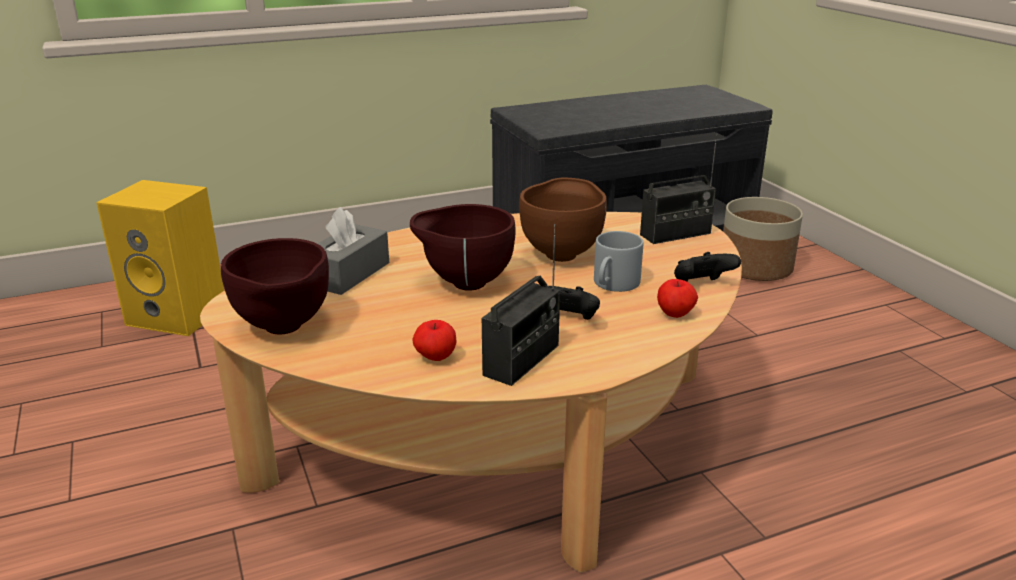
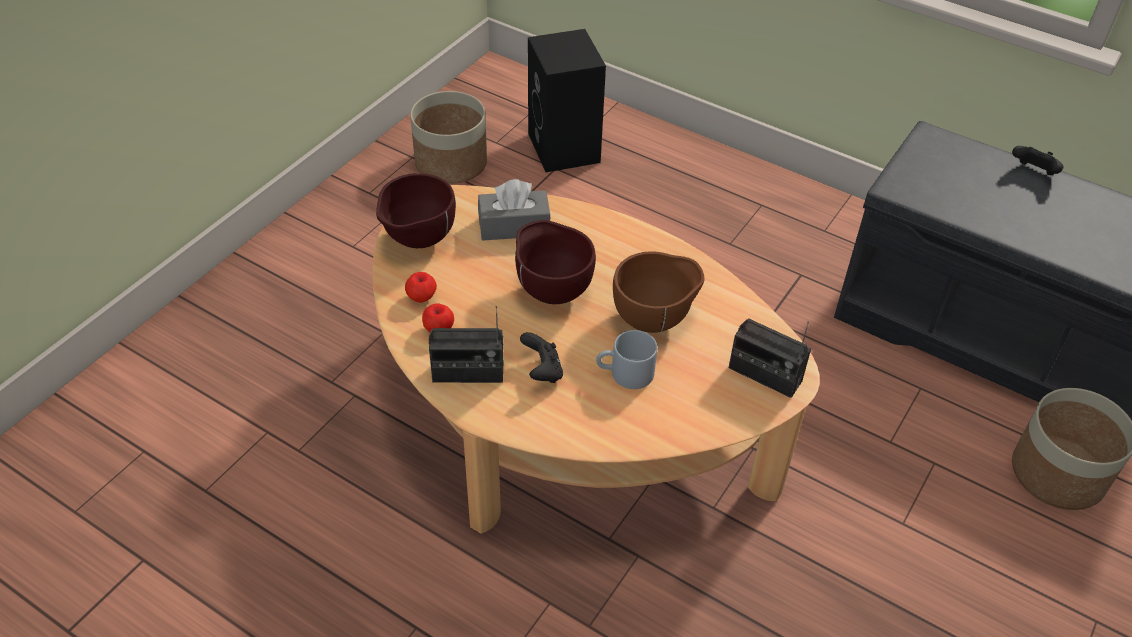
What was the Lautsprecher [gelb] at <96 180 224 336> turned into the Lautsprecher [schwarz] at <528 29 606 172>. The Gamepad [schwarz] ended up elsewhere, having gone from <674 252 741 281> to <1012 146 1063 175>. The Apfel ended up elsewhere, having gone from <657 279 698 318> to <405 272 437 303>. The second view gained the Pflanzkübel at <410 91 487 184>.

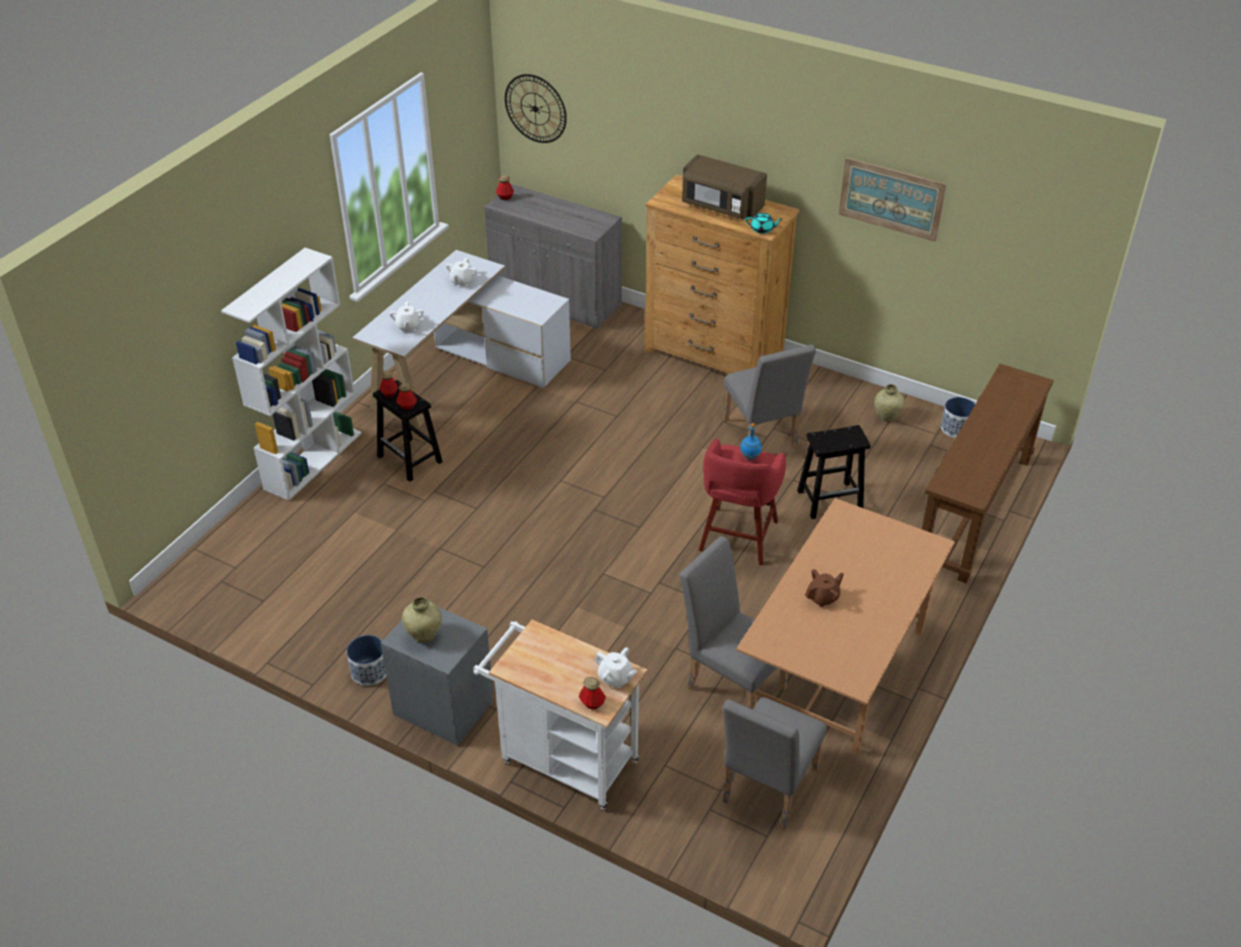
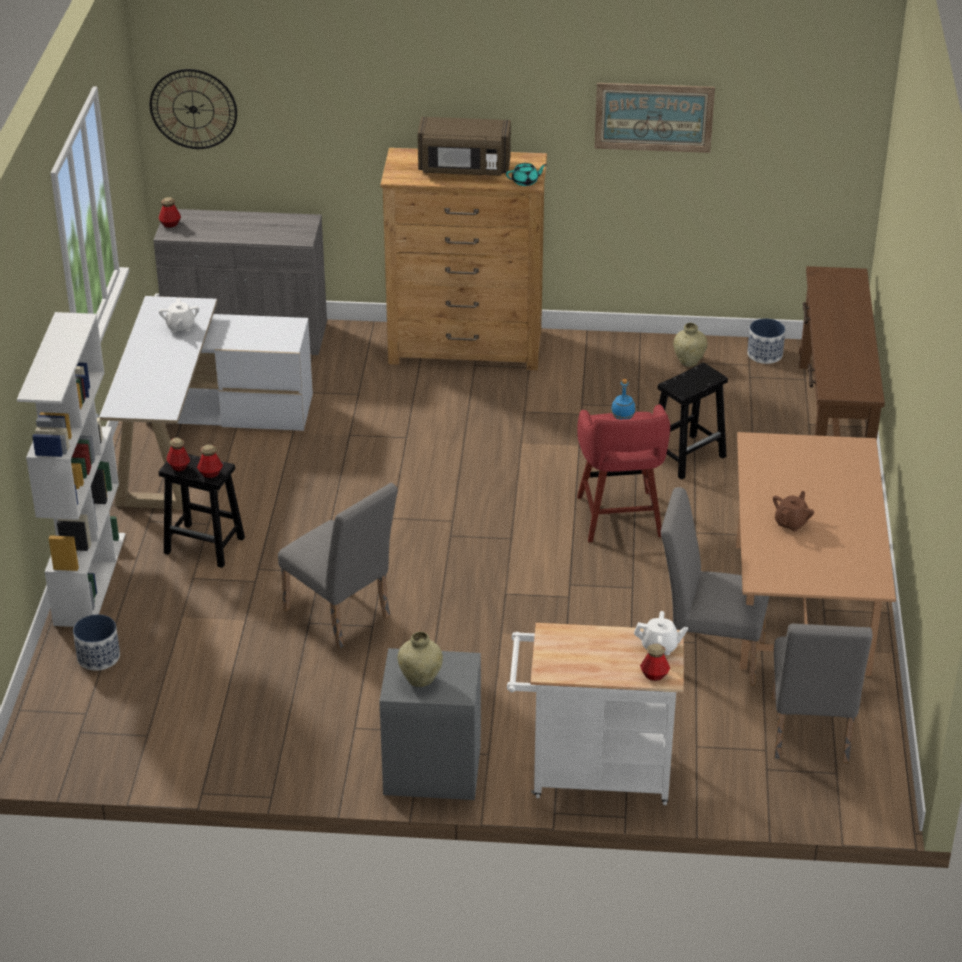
The second view lost the Teekanne [weiß] at <389 302 424 331>. The Stuhl [grau] ended up elsewhere, having gone from <724 344 816 448> to <278 483 398 648>. The Pflanzkübel ended up elsewhere, having gone from <347 635 386 686> to <73 614 120 671>.

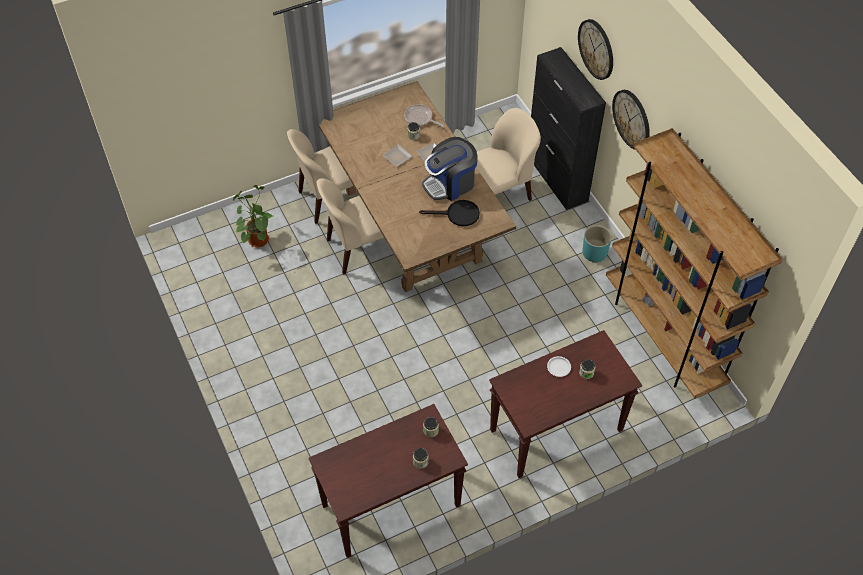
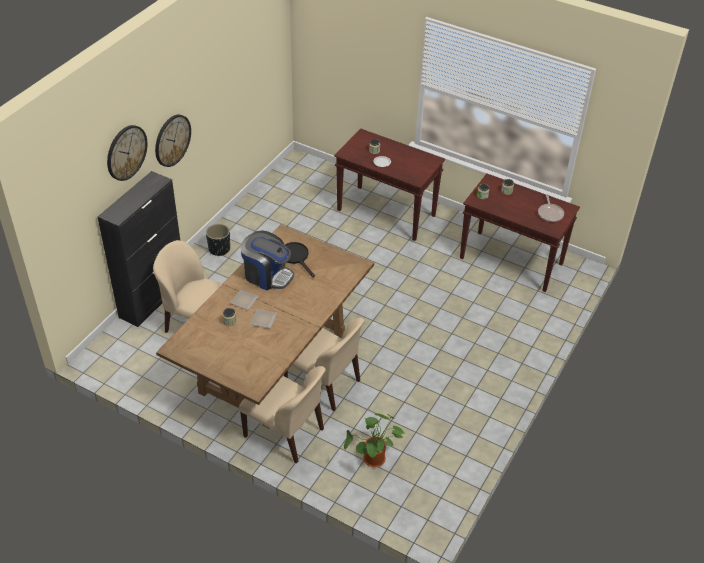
The Pfanne ended up elsewhere, having gone from <404 104 444 127> to <538 194 564 222>. The second view lost the Bücherregal [braun] at <606 128 783 399>. What was the Pflanzkübel [türkis] at <582 225 612 263> turned into the Pflanzkübel [schwarz] at <206 224 230 256>.

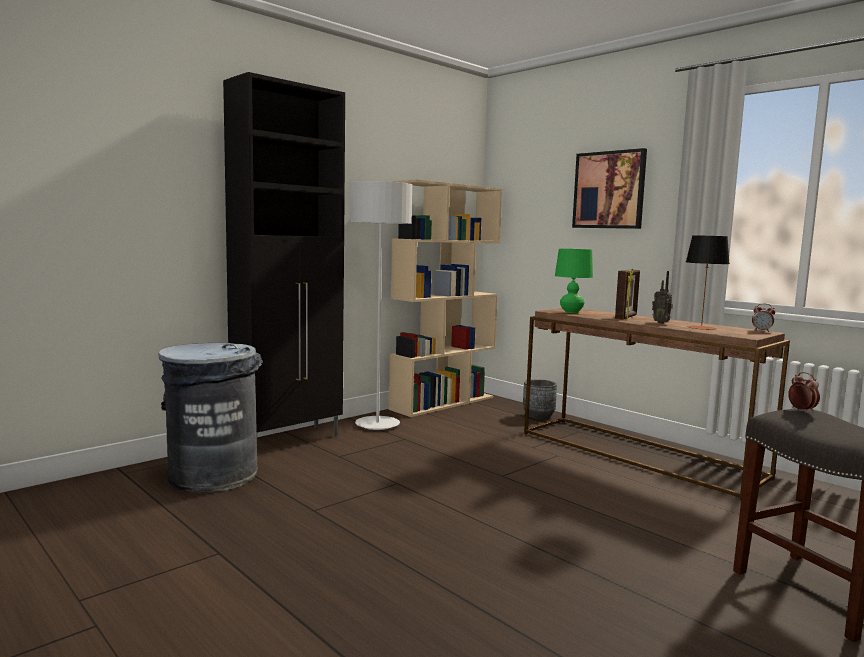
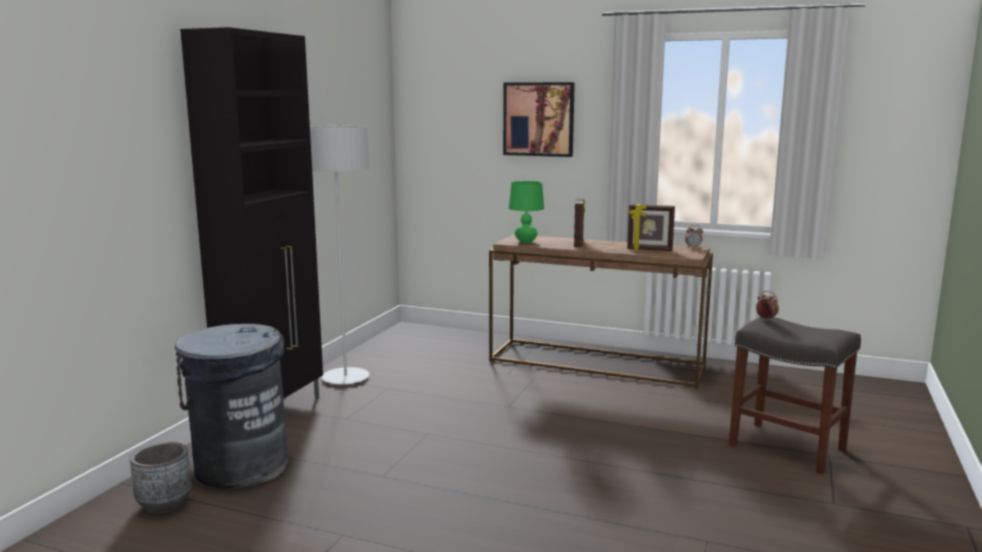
The second view lost the Bücherregal [beige] at <388 179 502 417>. Where the Tischlampe stood at <686 235 729 330>, the Bilderrahmen came to stand at <627 204 675 251>. The second view lost the Radio at <652 271 673 324>. The Pflanzkübel [grau] ended up elsewhere, having gone from <523 379 557 419> to <130 442 192 514>.

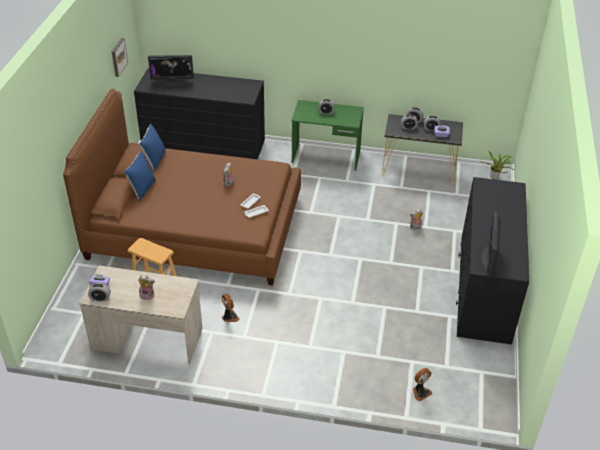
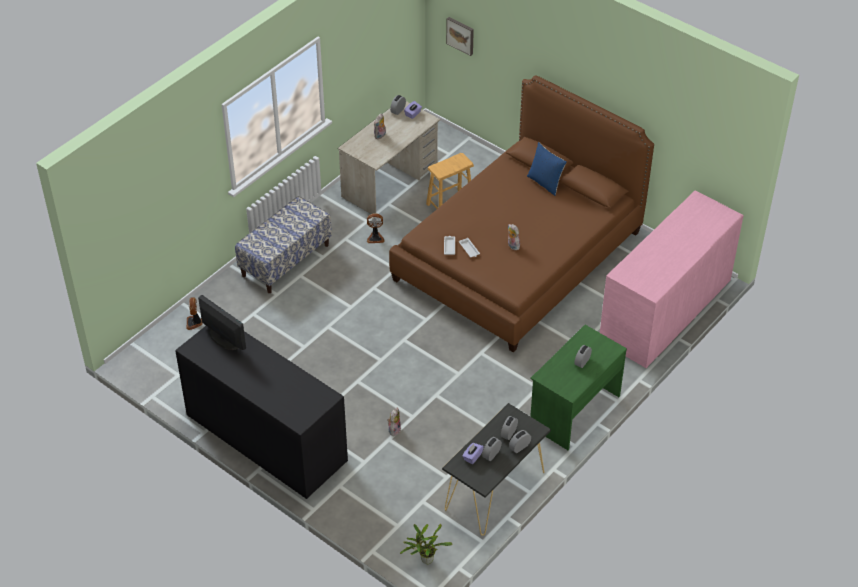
The Bild ended up elsewhere, having gone from <112 38 128 77> to <446 17 474 56>. The second view lost the Monitor at <148 55 194 86>. What was the Kommode [schwarz] at <134 68 265 159> turned into the Kommode [rosa] at <600 190 744 368>. The second view lost the Kissen [blau] at <139 123 165 171>. The second view gained the Bank at <235 196 332 293>.

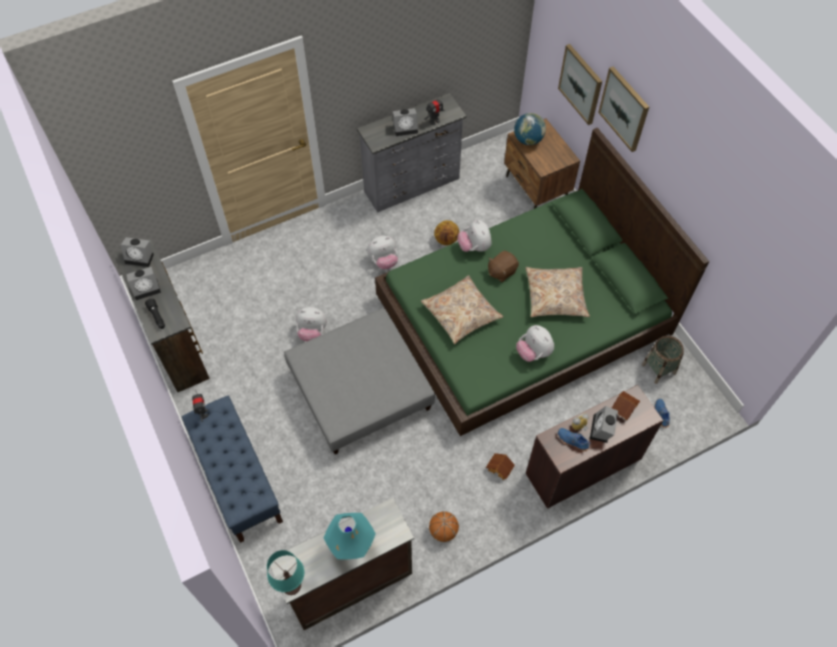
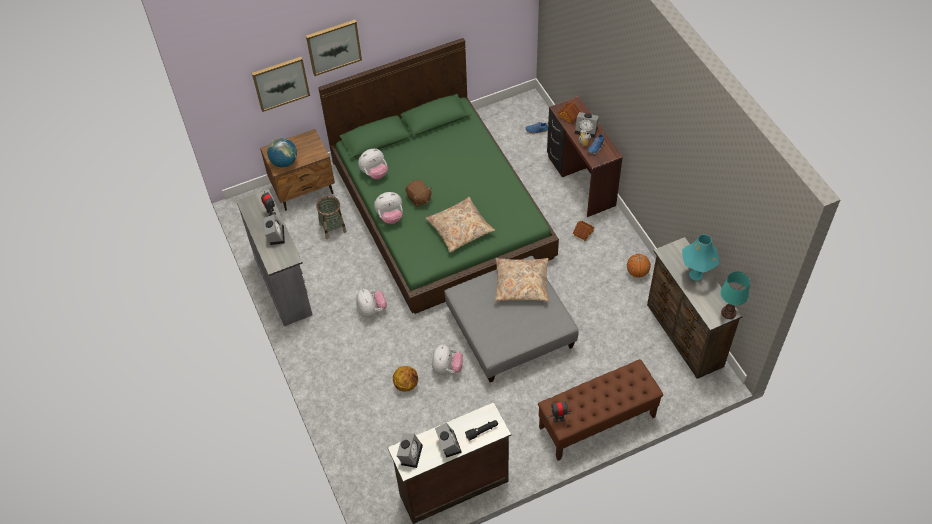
The Basketball ended up elsewhere, having gone from <434 220 459 246> to <393 366 418 391>. The Kissen [beige] ended up elsewhere, having gone from <526 267 590 317> to <494 258 549 301>. The Plüschtier ended up elsewhere, having gone from <516 325 554 362> to <358 149 388 179>. The Korb ended up elsewhere, having gone from <642 336 684 384> to <316 196 346 239>. What was the Bank [blau] at <182 396 283 543> turned into the Bank [braun] at <538 359 663 461>.

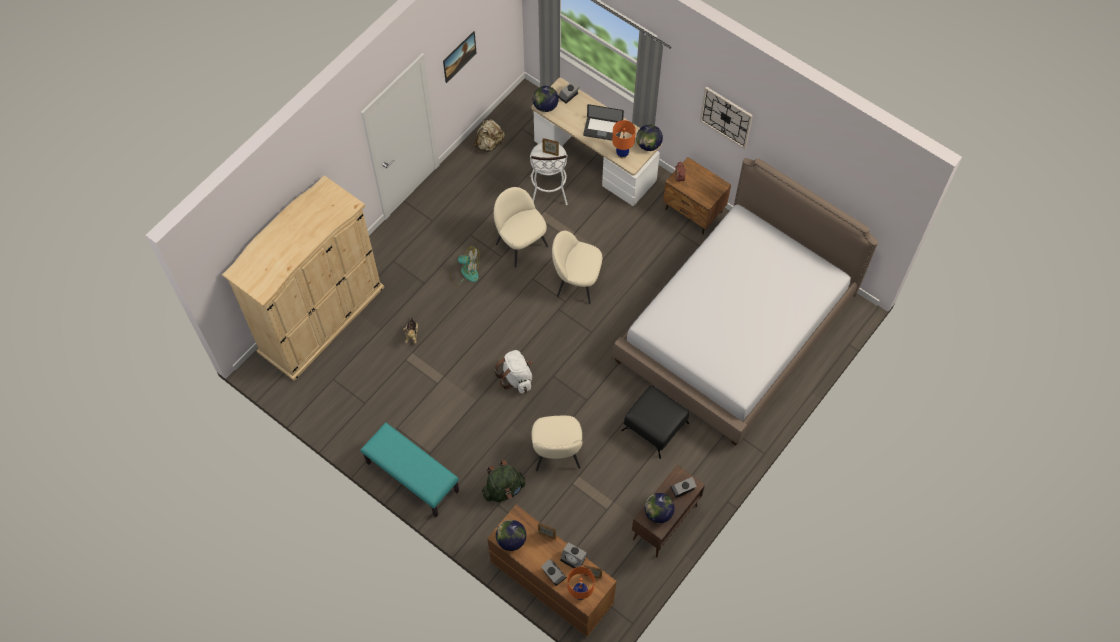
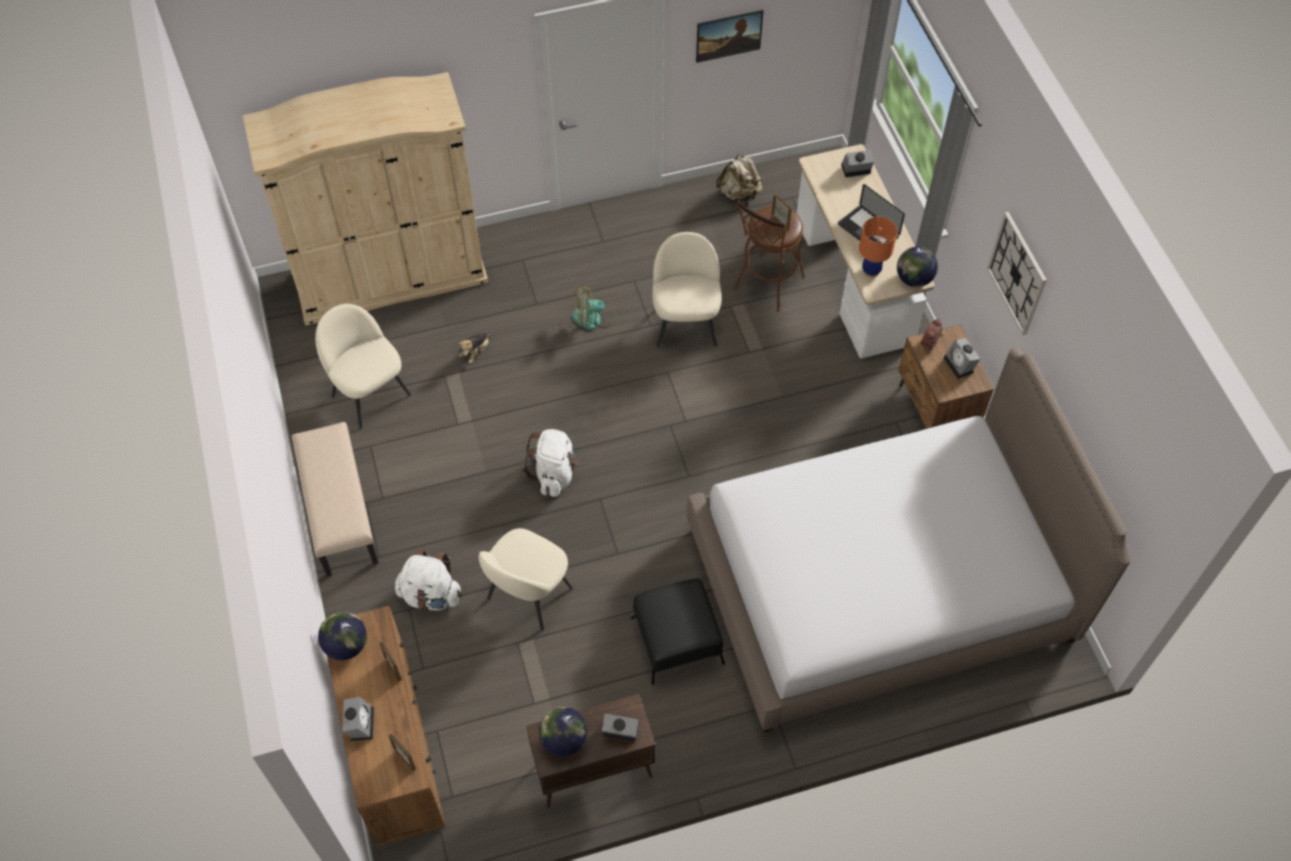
The second view lost the Globus at <533 86 559 112>. What was the Hocker [weiß] at <530 143 568 205> turned into the Hocker [braun] at <733 200 805 312>. The Stuhl [beige] ended up elsewhere, having gone from <552 231 602 304> to <315 304 411 429>. The Ventilator at <450 246 480 286> ended up facing another way, 120 degrees clockwise from before. What was the Bank [türkis] at <360 422 459 517> turned into the Bank [beige] at <292 422 378 576>. What was the Rucksack [grün] at <482 459 526 502> turned into the Rucksack [weiß] at <395 550 462 610>. The Wecker ended up elsewhere, having gone from <560 542 587 568> to <944 338 980 379>. The second view lost the Tischlampe [orange] at <567 567 595 600>.

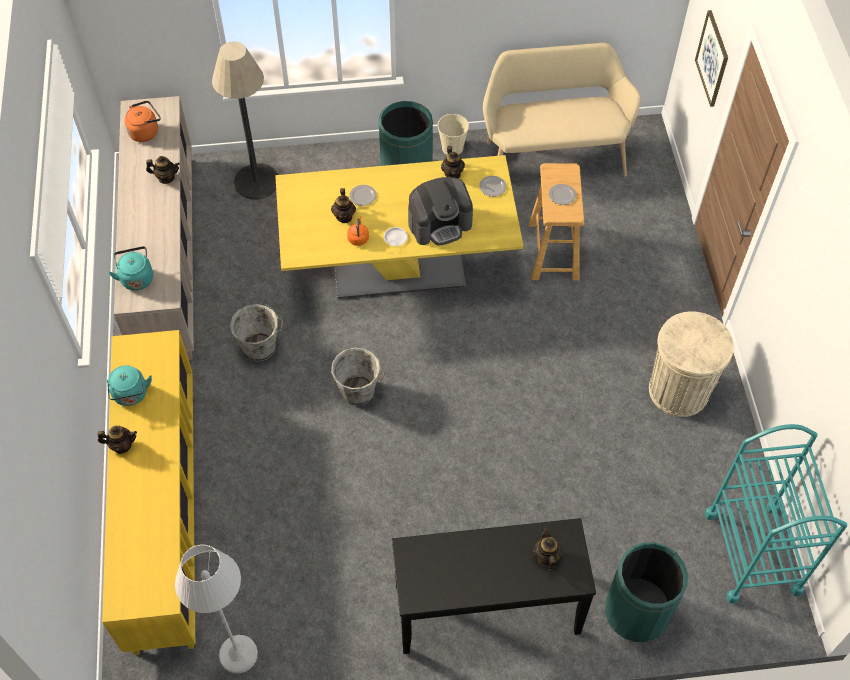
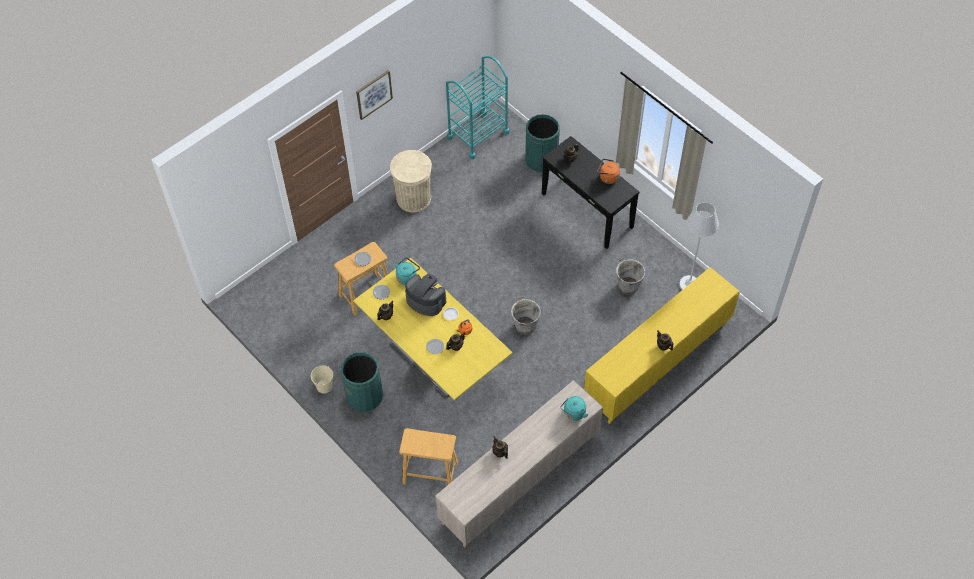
The Bild ended up elsewhere, having gone from <695 10 728 107> to <356 70 393 120>. Where the Stehlampe stood at <212 42 278 199>, the Hocker [beige] came to stand at <399 428 458 485>. The second view lost the Bank [beige] at <483 43 641 177>. The Wasserkessel [orange] ended up elsewhere, having gone from <124 101 161 142> to <597 159 620 184>. The Eimer [grau] ended up elsewhere, having gone from <230 303 284 362> to <615 258 645 295>. The Wasserkessel [türkis] ended up elsewhere, having gone from <107 365 152 406> to <395 258 420 285>.

